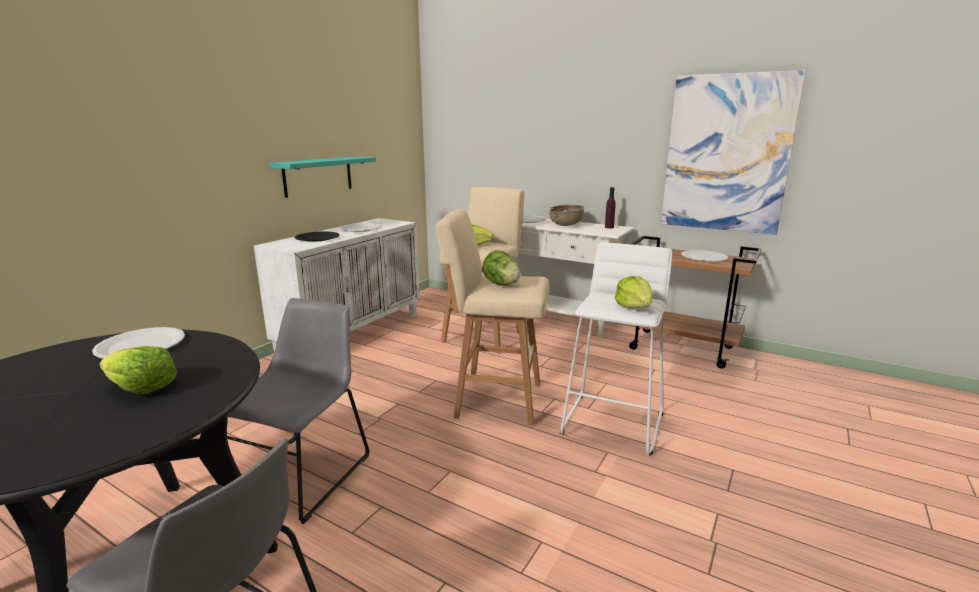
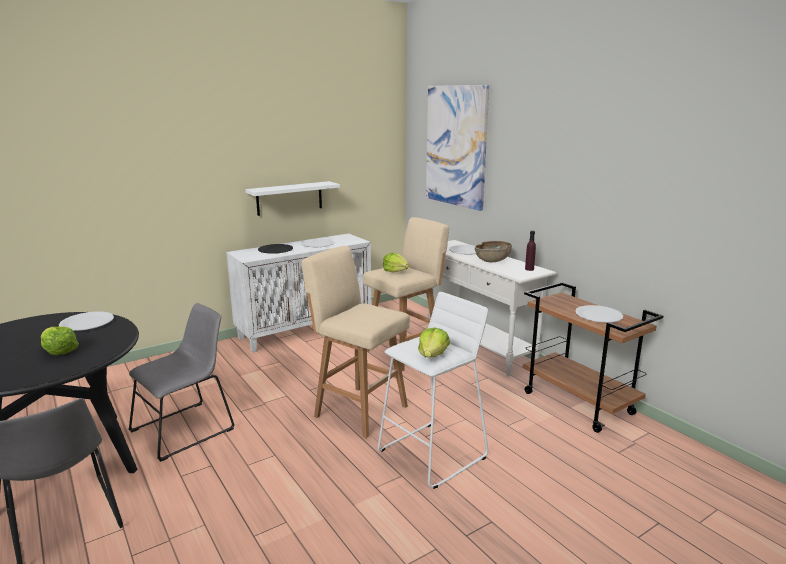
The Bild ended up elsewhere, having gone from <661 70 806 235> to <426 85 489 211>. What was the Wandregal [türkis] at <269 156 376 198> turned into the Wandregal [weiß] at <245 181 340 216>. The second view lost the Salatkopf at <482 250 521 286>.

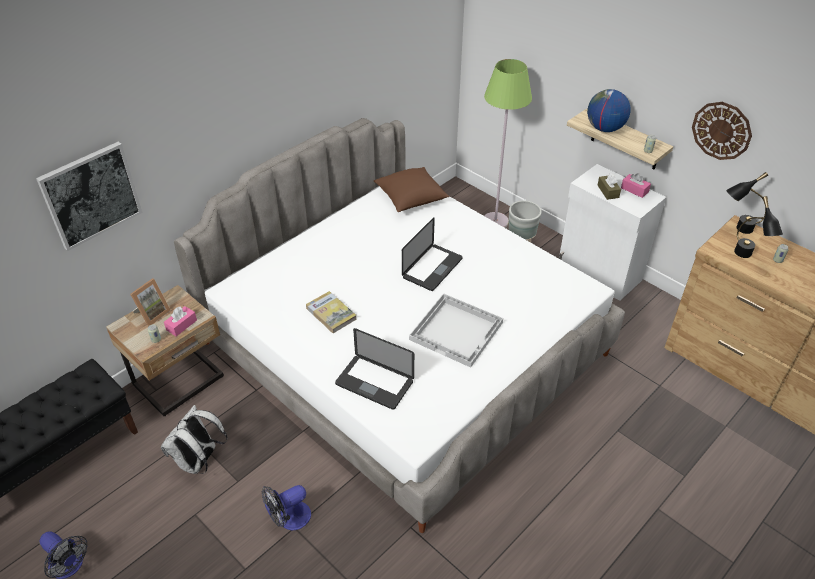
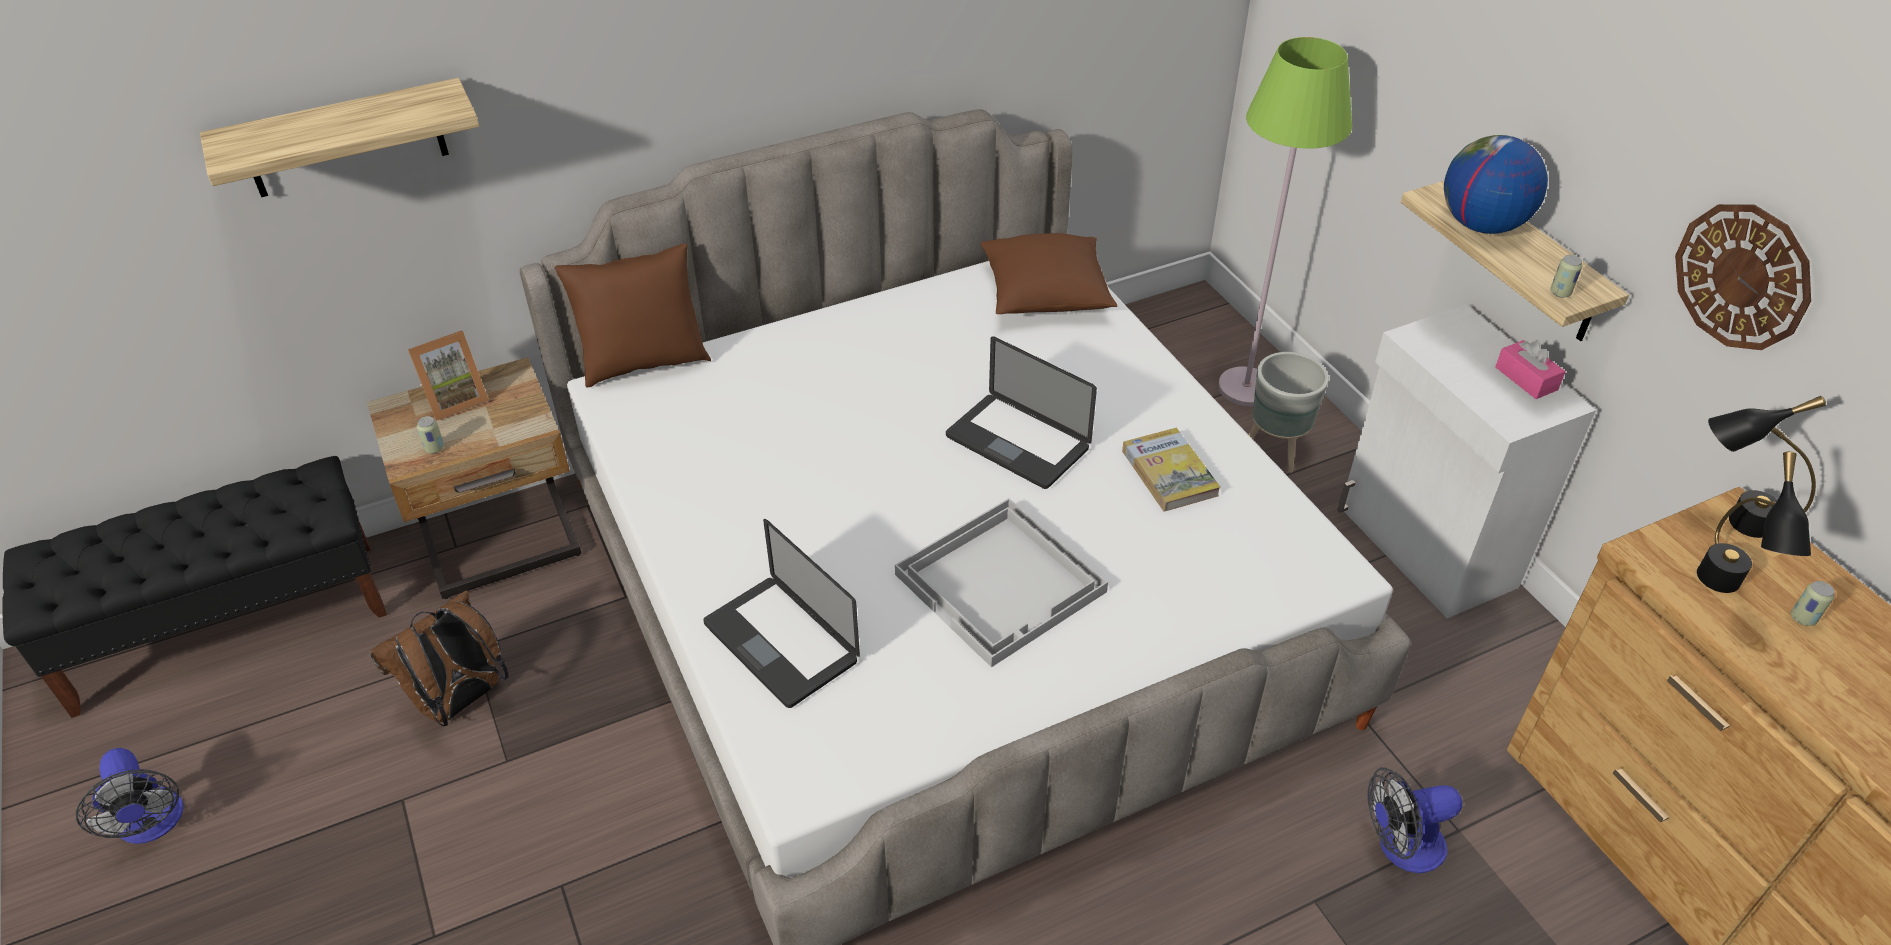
Where the Bild hung at <36 142 142 251>, the Wandregal came to hang at <200 78 479 197>. The second view lost the Taschentuchbox [braun] at <597 173 621 200>. The Laptop at <402 217 463 291> ended up facing another way, 75 degrees clockwise from before. The Buch ended up elsewhere, having gone from <306 291 357 333> to <1122 427 1220 512>. The second view lost the Taschentuchbox [rosa] at <164 306 197 336>. What was the Rucksack [weiß] at <161 405 228 474> turned into the Rucksack [braun] at <369 590 509 726>. The Ventilator ended up elsewhere, having gone from <262 485 311 530> to <1367 767 1462 873>. The second view gained the Kissen [braun] at <554 244 711 388>.

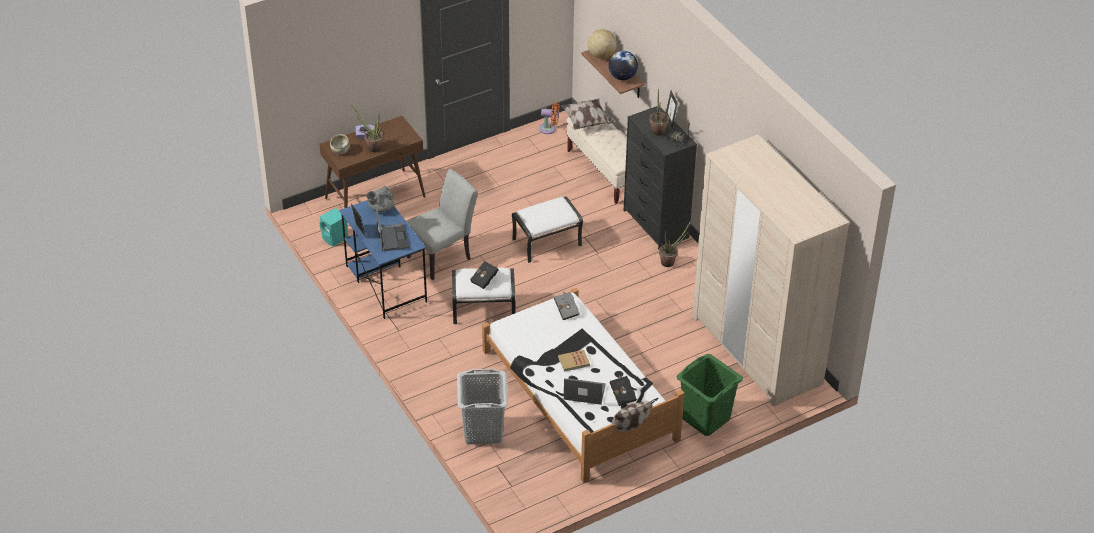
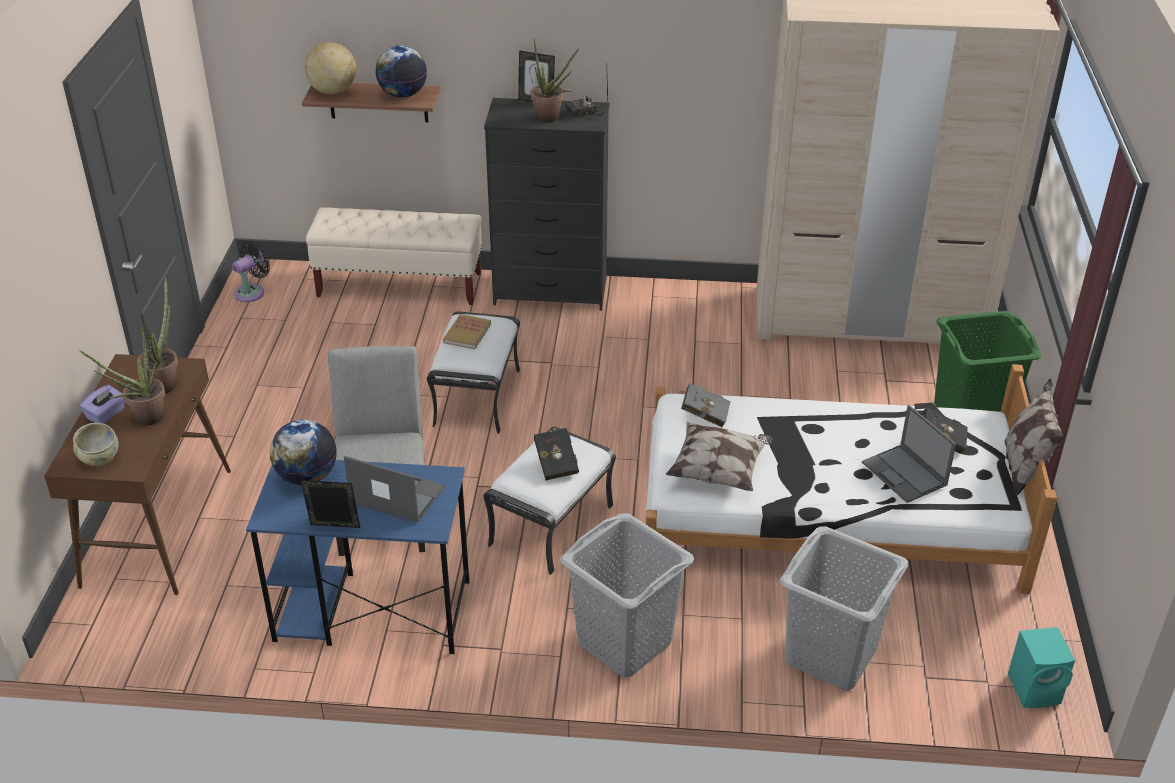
The Kissen ended up elsewhere, having gone from <561 98 614 130> to <666 422 773 491>. What was the Ventilator [orange] at <539 102 559 134> turned into the Ventilator [schwarz] at <232 241 270 302>. Where the Teekanne [grau] stood at <366 186 394 212>, the Globus came to stand at <270 420 337 485>. The Lautsprecher [türkis] ended up elsewhere, having gone from <319 208 348 247> to <1008 627 1075 708>. The Topfpflanze ended up elsewhere, having gone from <659 221 691 267> to <137 277 178 393>. The Buch ended up elsewhere, having gone from <558 350 590 372> to <443 314 491 349>. The Laptop at <564 378 606 405> ended up facing another way, 75 degrees counterclockwise from before. The second view gained the Wäschekorb [grau] at <560 513 694 678>.

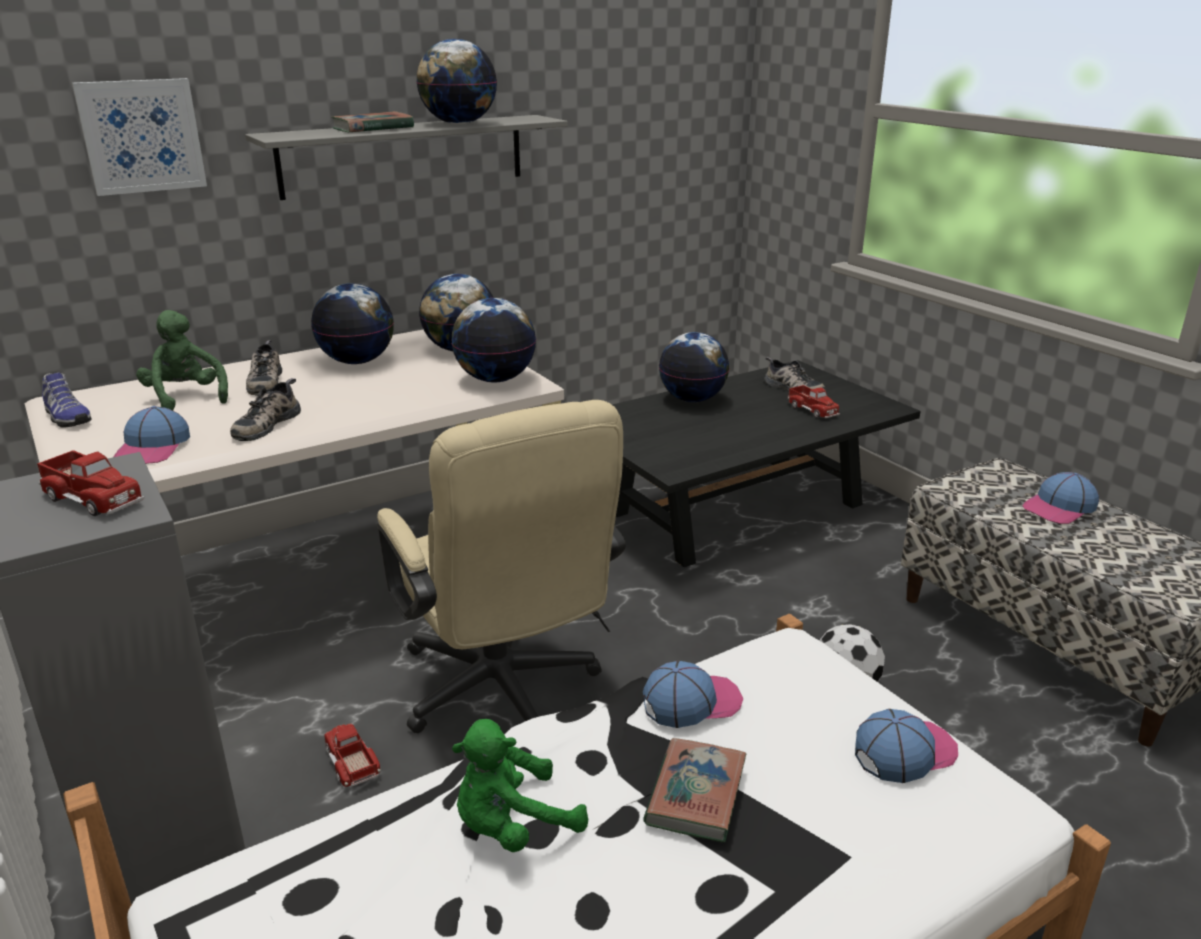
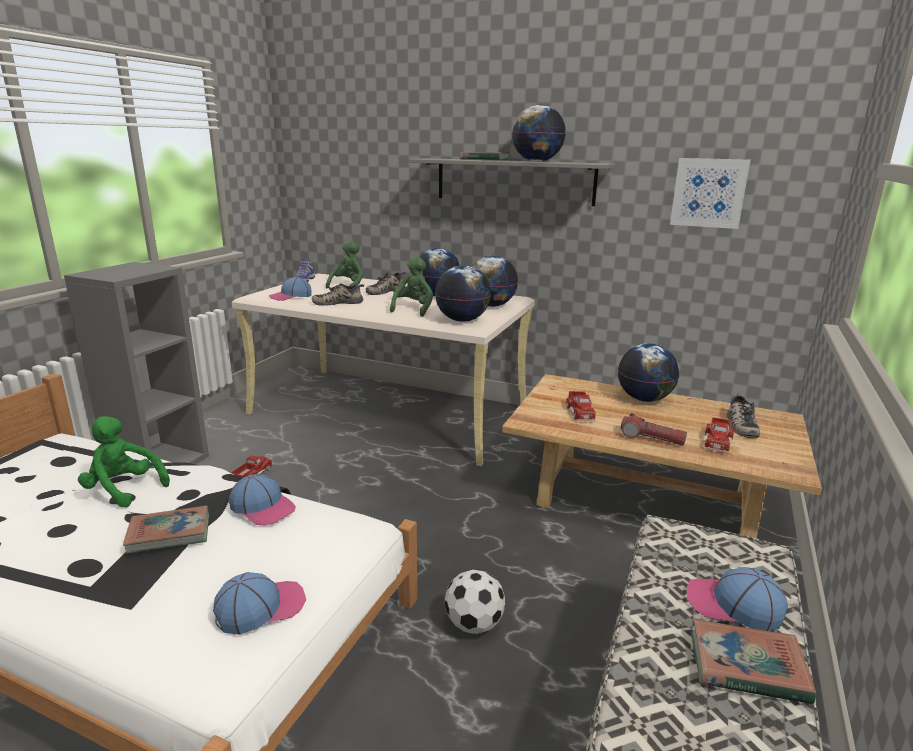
The Bild ended up elsewhere, having gone from <72 78 207 196> to <670 158 751 229>. What was the Couchtisch [schwarz] at <613 360 921 567> turned into the Couchtisch [beige] at <502 374 822 538>. The second view lost the Bürostuhl [beige] at <377 400 626 733>. The Spielzeuglaster ended up elsewhere, having gone from <37 450 145 516> to <566 391 596 421>. The Kappe at <855 709 958 783> ended up facing another way, 60 degrees counterclockwise from before. The second view gained the Plüschtier [grün] at <390 256 433 317>. The second view gained the Taschenlampe at <621 413 687 446>. The second view gained the Buch at <691 619 816 704>.

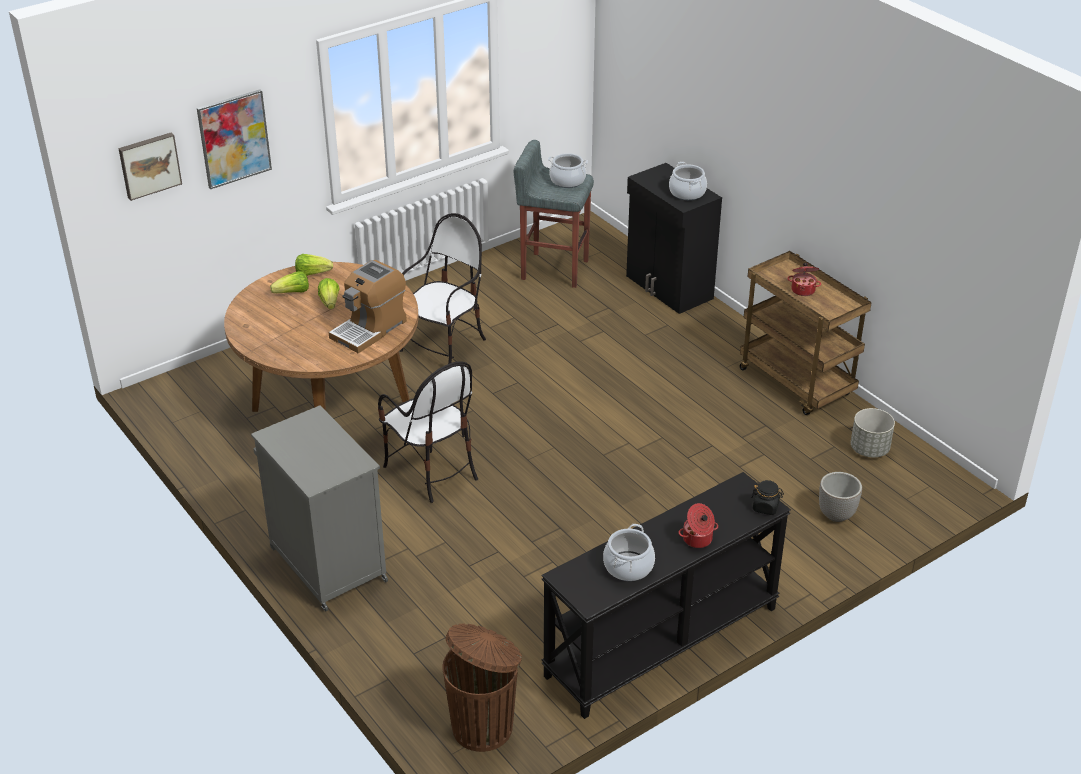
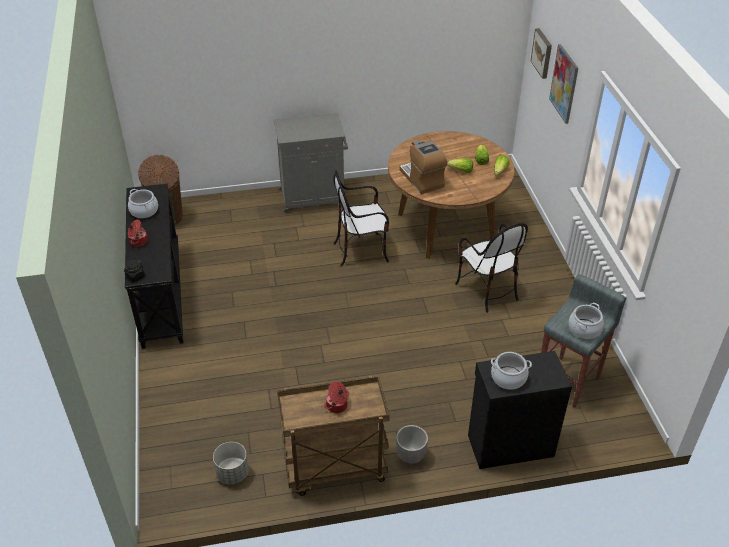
The Pflanzkübel ended up elsewhere, having gone from <819 472 862 522> to <396 425 428 464>.

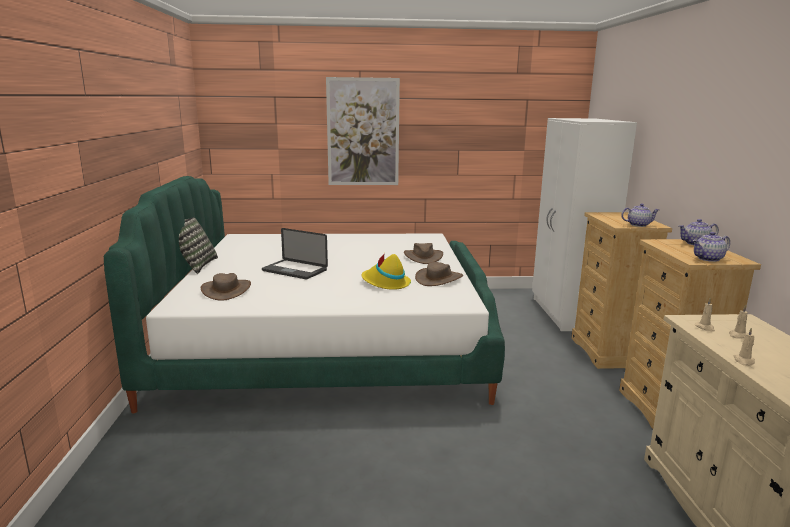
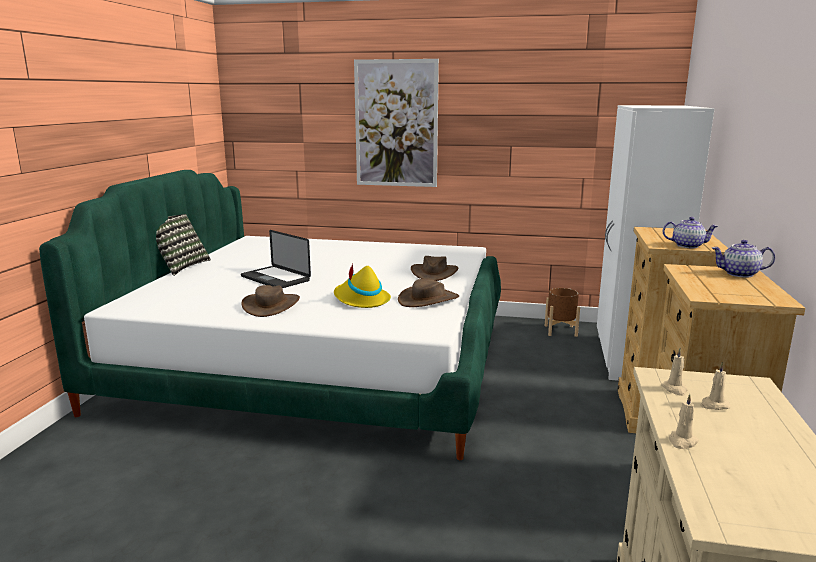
The second view lost the Teekanne at <692 232 730 262>. The Hut [braun] ended up elsewhere, having gone from <201 273 251 301> to <241 285 300 317>. The second view gained the Pflanzkübel [braun] at <545 288 580 337>.

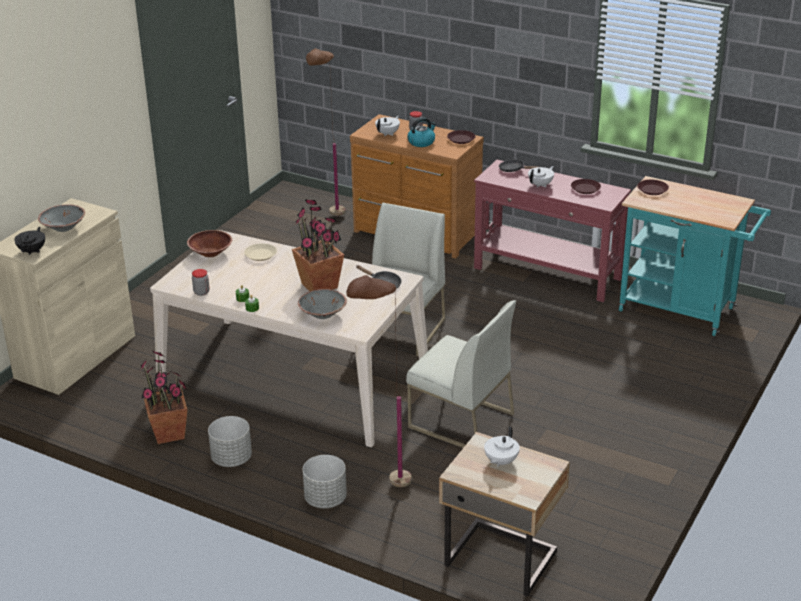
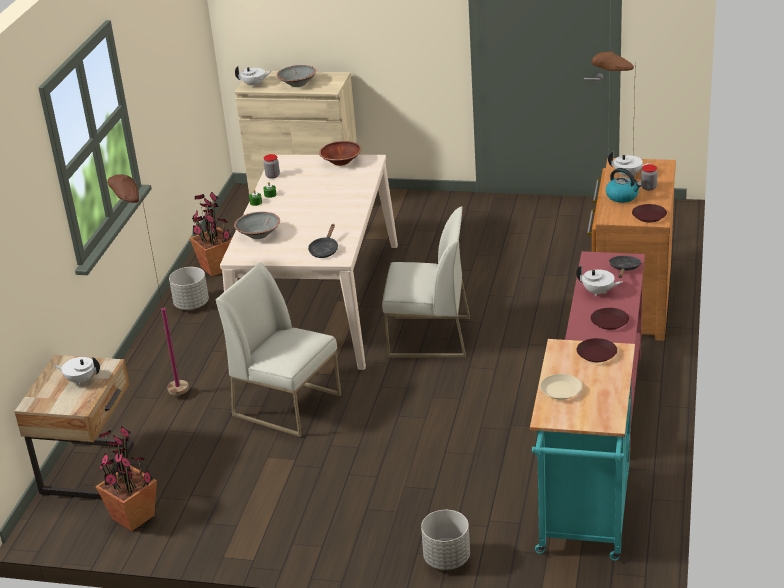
The Topfpflanze ended up elsewhere, having gone from <292 200 344 291> to <95 425 157 531>. What was the Teekanne [schwarz] at <14 227 45 255> turned into the Teekanne [weiß] at <235 66 272 86>. The Teller [beige] ended up elsewhere, having gone from <244 243 277 261> to <540 374 582 399>. The Stuhl [weiß] at <406 300 516 448> ended up facing another way, 105 degrees clockwise from before. The Pflanzkübel [grau] ended up elsewhere, having gone from <303 455 347 508> to <421 510 470 570>.

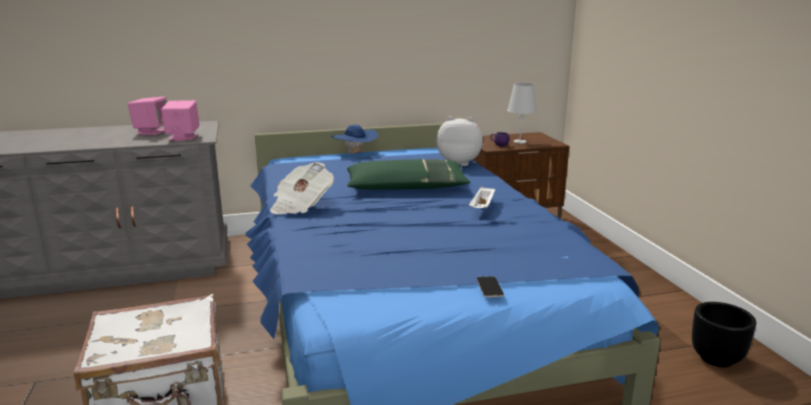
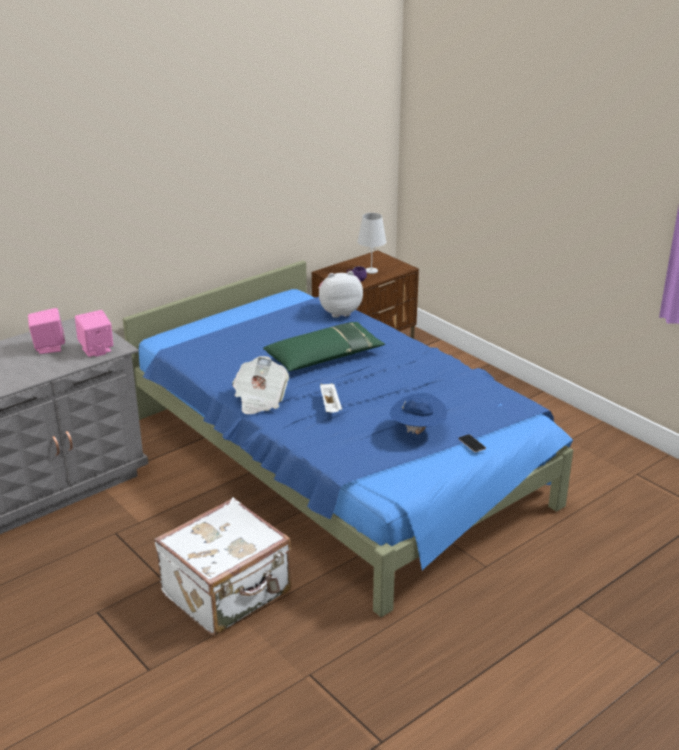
The Hut [blau] ended up elsewhere, having gone from <331 124 378 154> to <390 393 447 434>. The Tablett [weiß] ended up elsewhere, having gone from <469 186 495 208> to <320 383 342 413>. The second view lost the Pflanzkübel [schwarz] at <692 302 756 367>.

